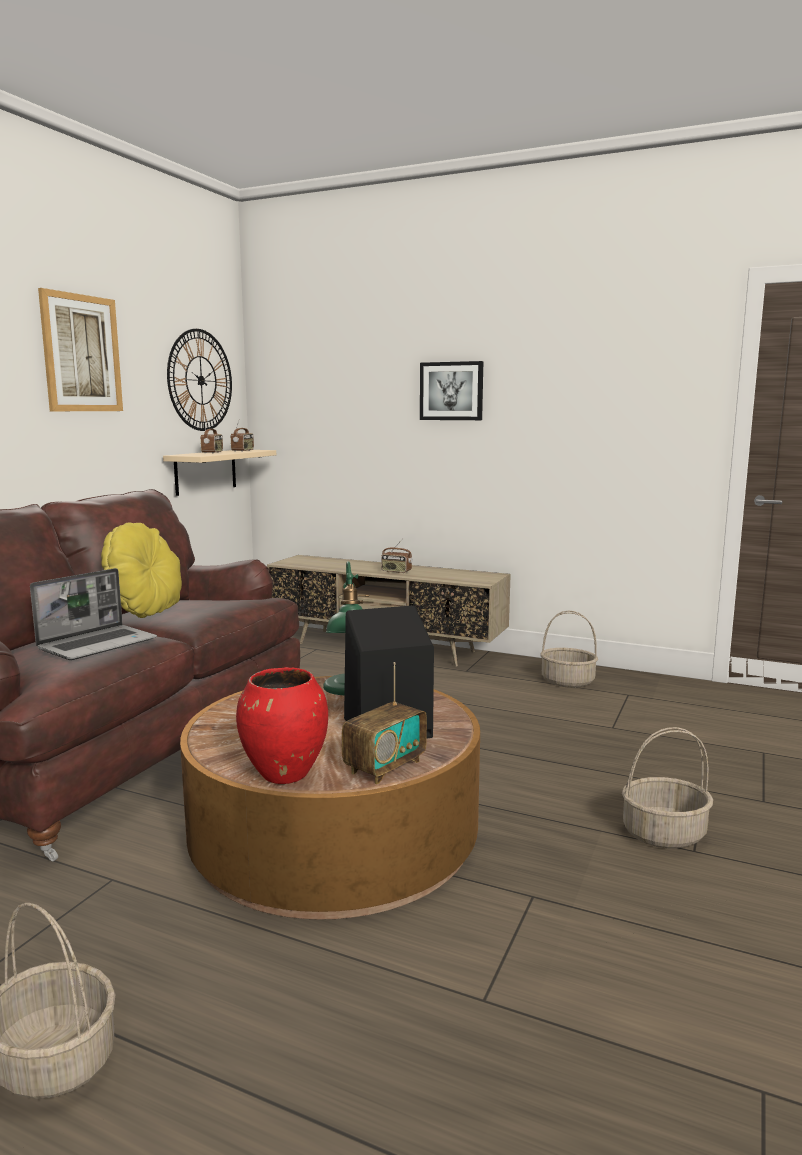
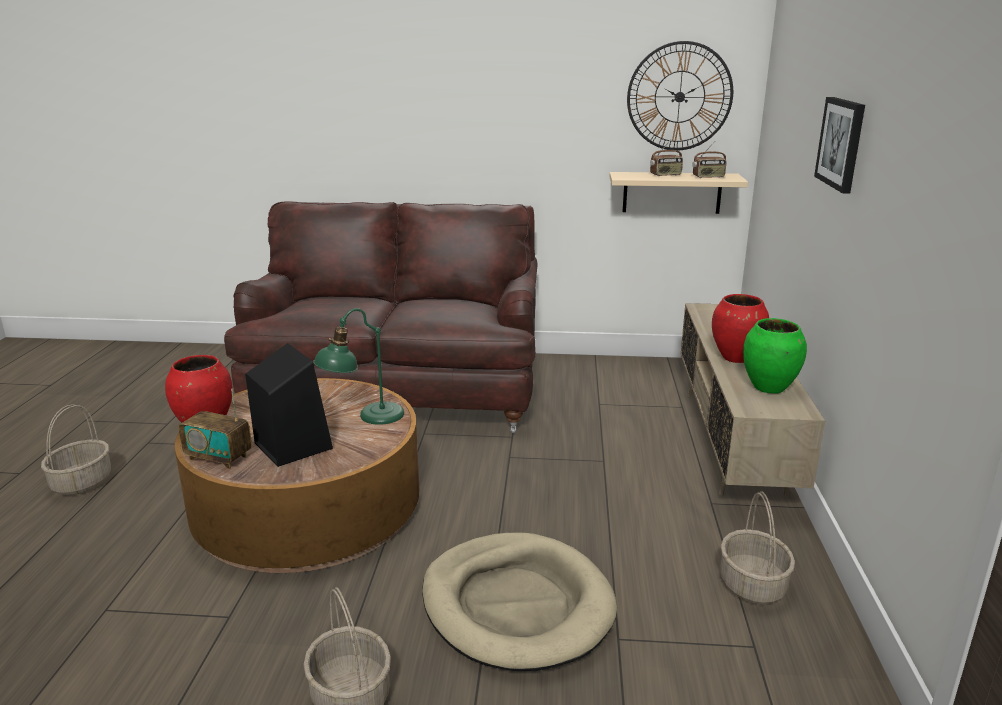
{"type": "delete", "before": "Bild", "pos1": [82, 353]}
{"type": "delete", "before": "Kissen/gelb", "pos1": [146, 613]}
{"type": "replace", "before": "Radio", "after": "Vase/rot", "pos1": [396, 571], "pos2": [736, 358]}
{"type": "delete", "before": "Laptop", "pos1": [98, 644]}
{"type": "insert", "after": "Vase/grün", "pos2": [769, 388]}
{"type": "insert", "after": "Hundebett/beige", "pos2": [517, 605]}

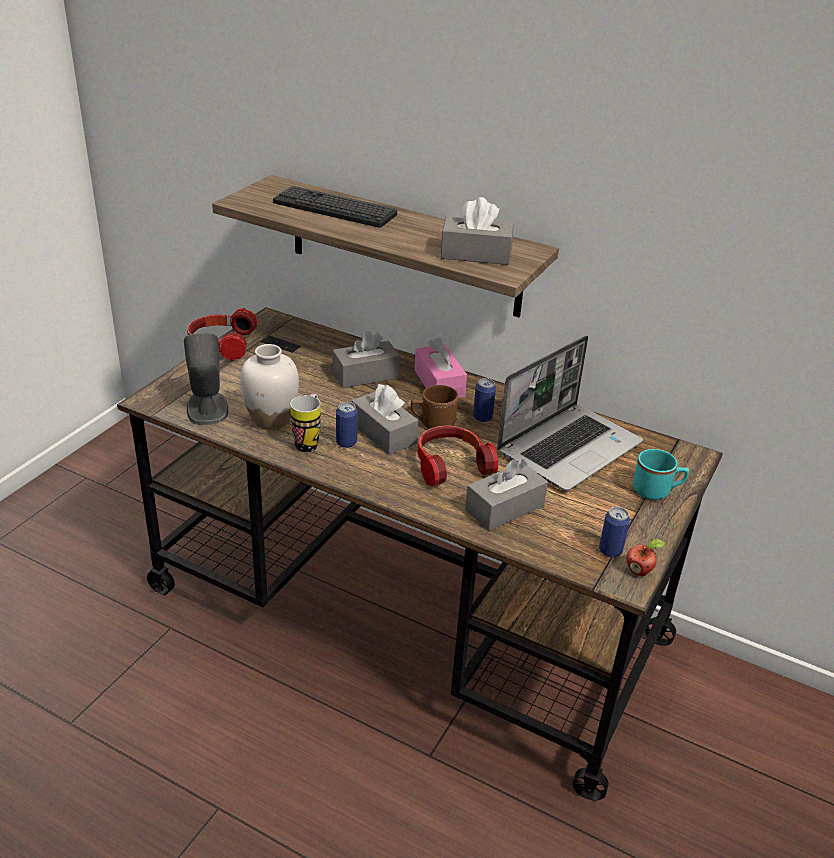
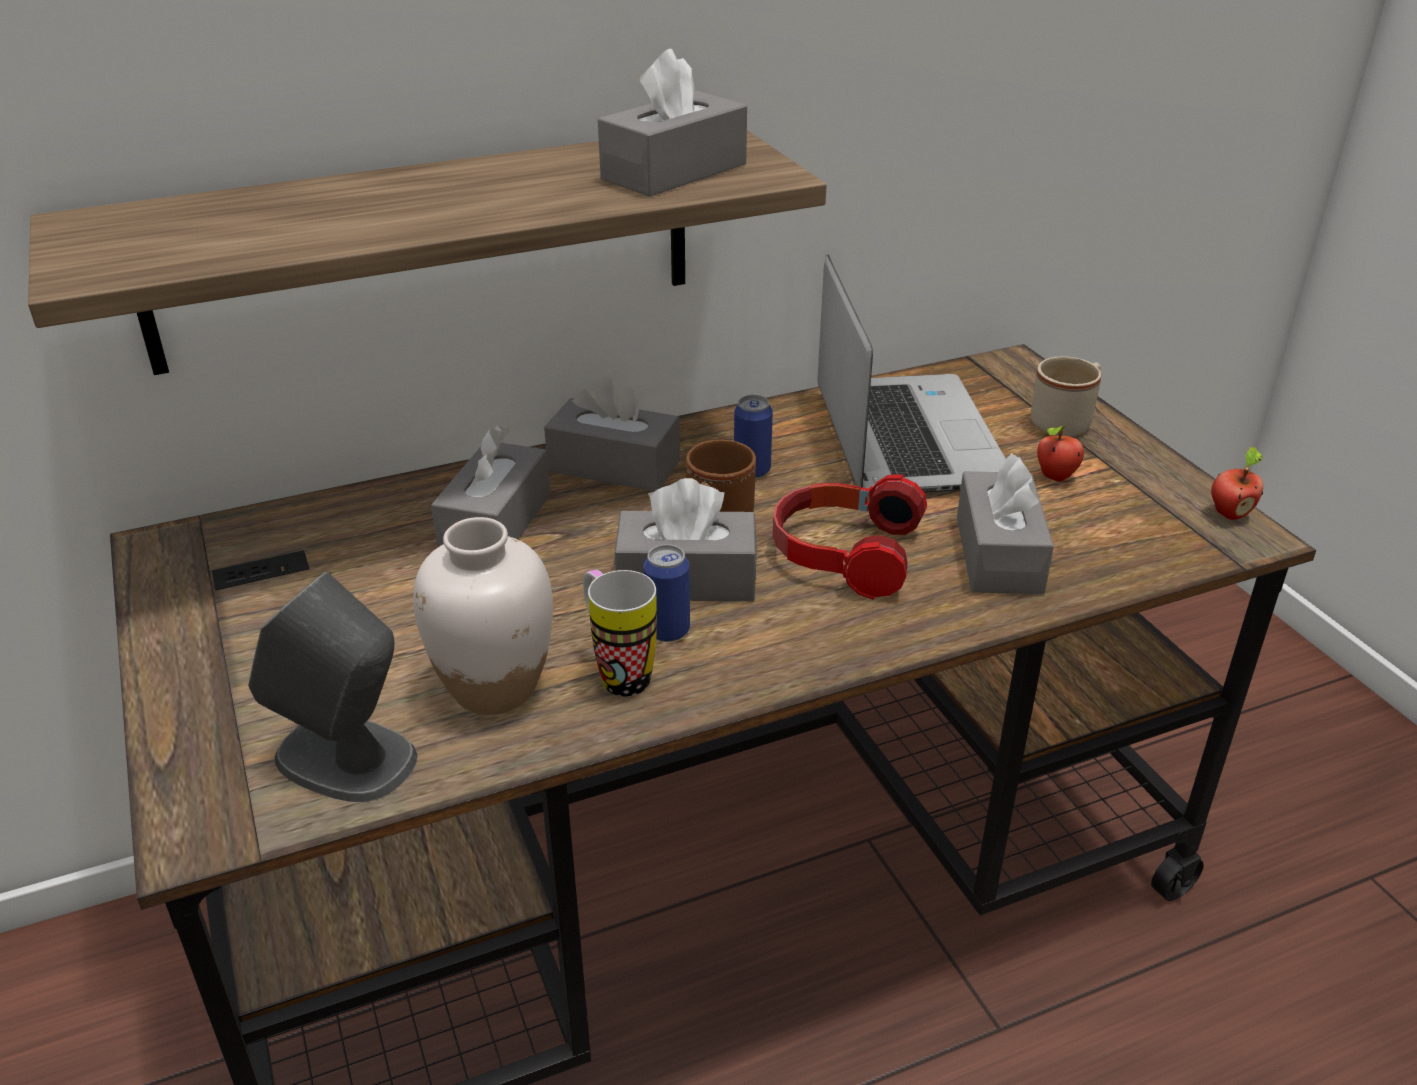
{"type": "delete", "before": "Tastatur", "pos1": [334, 208]}
{"type": "delete", "before": "Kopfhörer", "pos1": [221, 344]}
{"type": "recolor", "before": "Taschentuchbox/rosa", "after": "Taschentuchbox/grau", "pos1": [439, 383], "pos2": [614, 466]}
{"type": "recolor", "before": "Henkelbecher/türkis", "after": "Henkelbecher/beige", "pos1": [657, 491], "pos2": [1066, 421]}
{"type": "delete", "before": "Dose", "pos1": [610, 551]}
{"type": "insert", "after": "Apfel", "pos2": [1055, 478]}

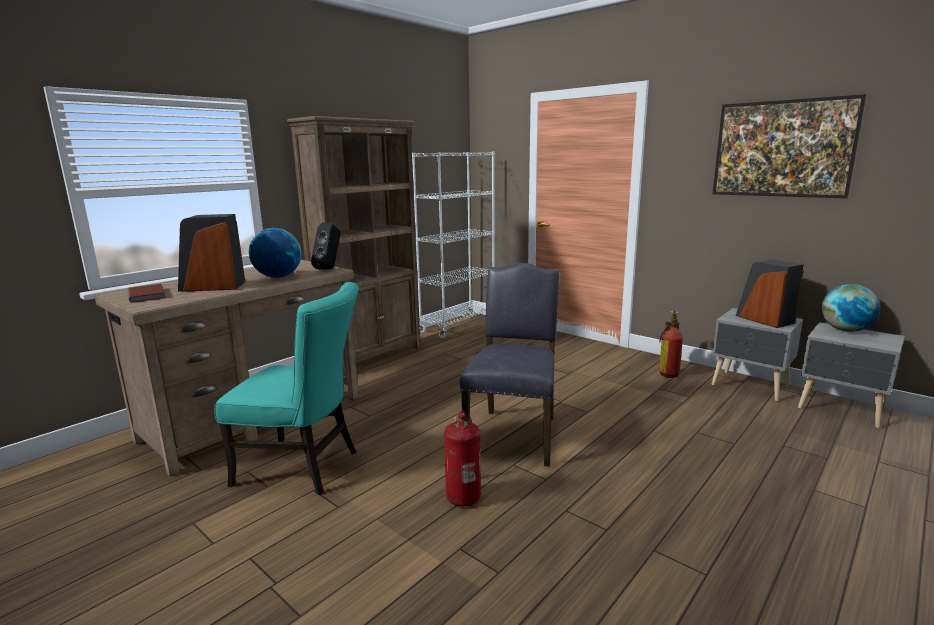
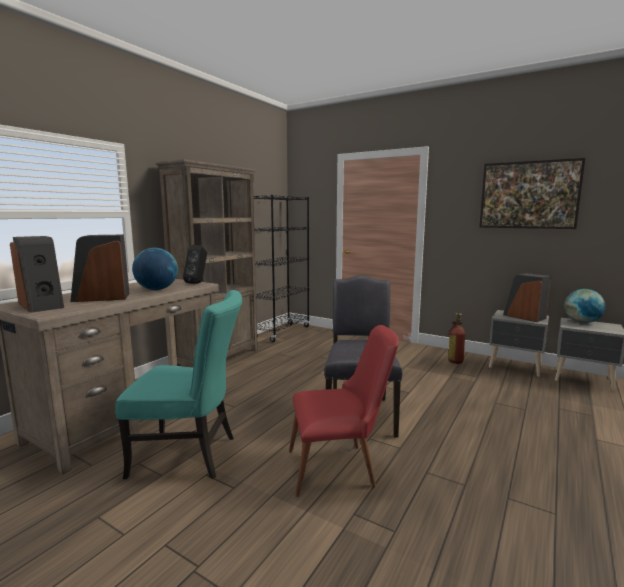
{"type": "recolor", "before": "Bücherregal/weiß", "after": "Bücherregal/schwarz", "pos1": [458, 326], "pos2": [282, 332]}
{"type": "replace", "before": "Buch/braun", "after": "Lautsprecher", "pos1": [148, 295], "pos2": [42, 305]}
{"type": "replace", "before": "Feuerlöscher", "after": "Stuhl/rot", "pos1": [464, 497], "pos2": [340, 468]}

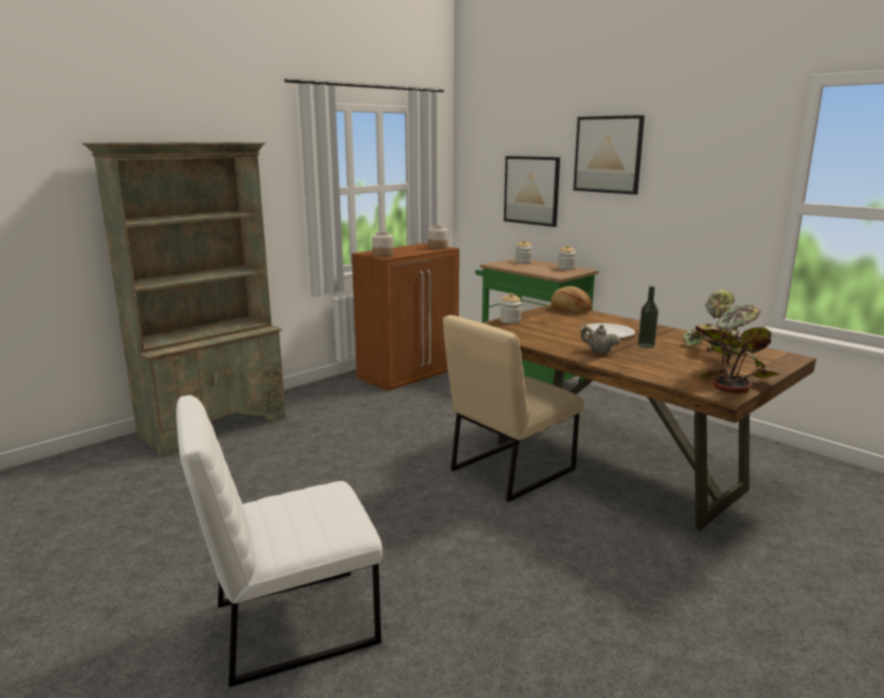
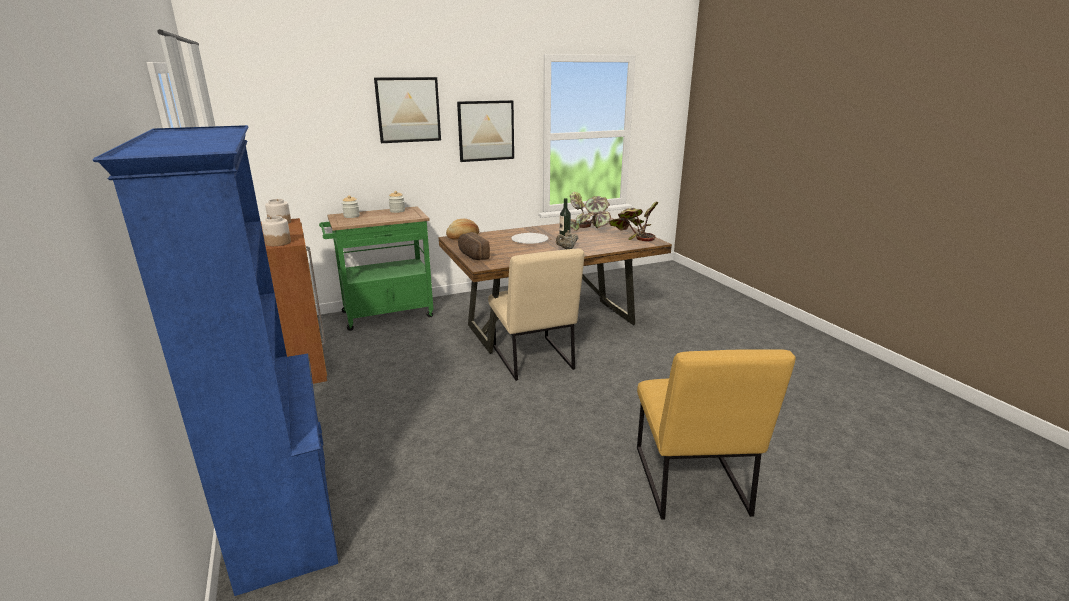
{"type": "recolor", "before": "Bücherregal/grün", "after": "Bücherregal/blau", "pos1": [213, 426], "pos2": [284, 513]}
{"type": "move", "before": "Bild", "pos1": [531, 190], "pos2": [486, 131]}
{"type": "replace", "before": "Vorratsglas", "after": "Brot", "pos1": [510, 321], "pos2": [472, 255]}
{"type": "recolor", "before": "Stuhl/weiß", "after": "Stuhl/gelb", "pos1": [290, 624], "pos2": [690, 482]}

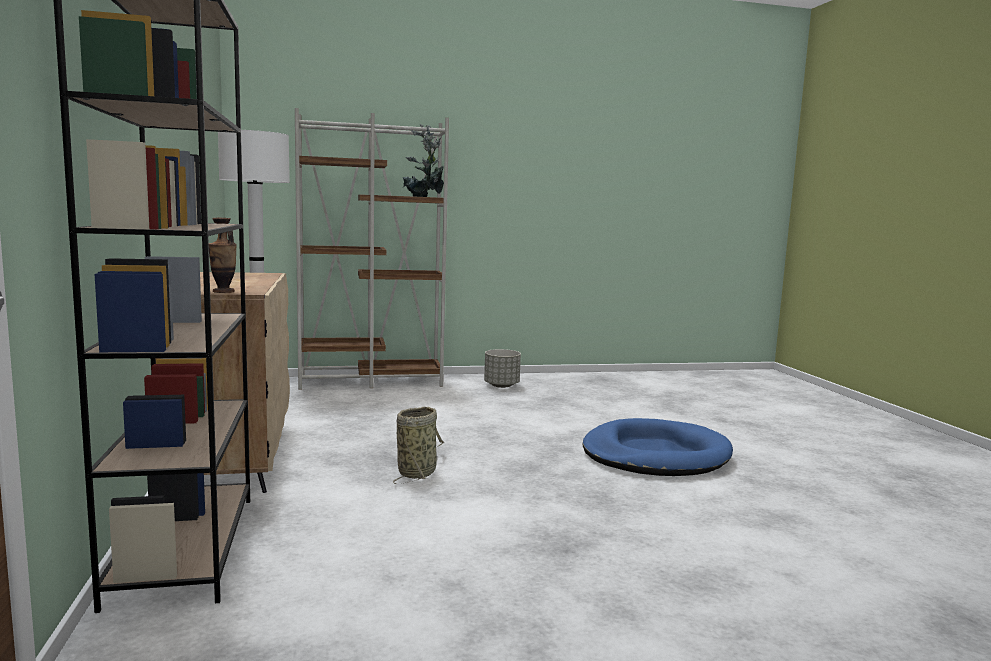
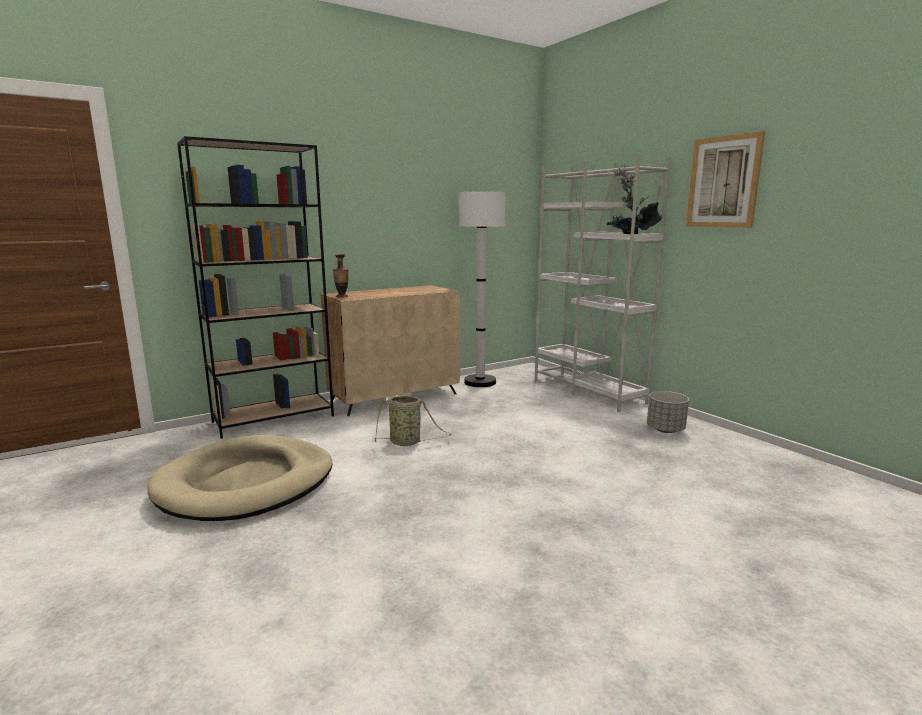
{"type": "recolor", "before": "Bücherregal/braun", "after": "Bücherregal/weiß", "pos1": [371, 382], "pos2": [588, 391]}
{"type": "delete", "before": "Hundebett/blau", "pos1": [655, 455]}
{"type": "insert", "after": "Bild", "pos2": [723, 182]}
{"type": "insert", "after": "Hundebett/beige", "pos2": [247, 483]}

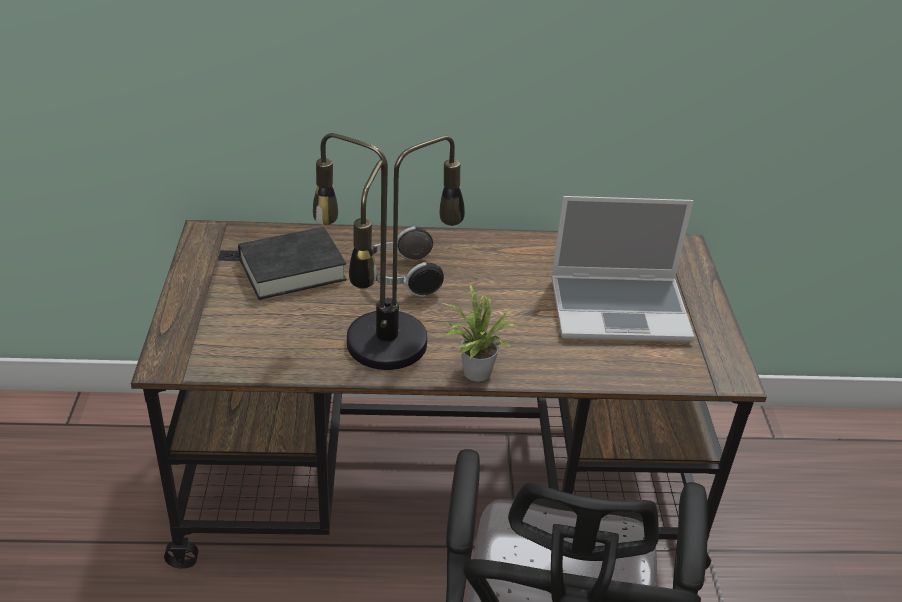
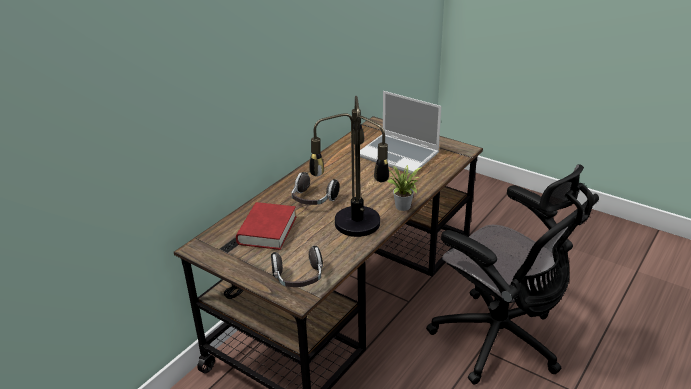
{"type": "rotate", "before": "Laptop", "pos1": [620, 309], "pos2": [399, 155], "turn": 90}
{"type": "recolor", "before": "Buch/schwarz", "after": "Buch/rot", "pos1": [292, 269], "pos2": [267, 230]}
{"type": "insert", "after": "Kopfhörer", "pos2": [299, 279]}

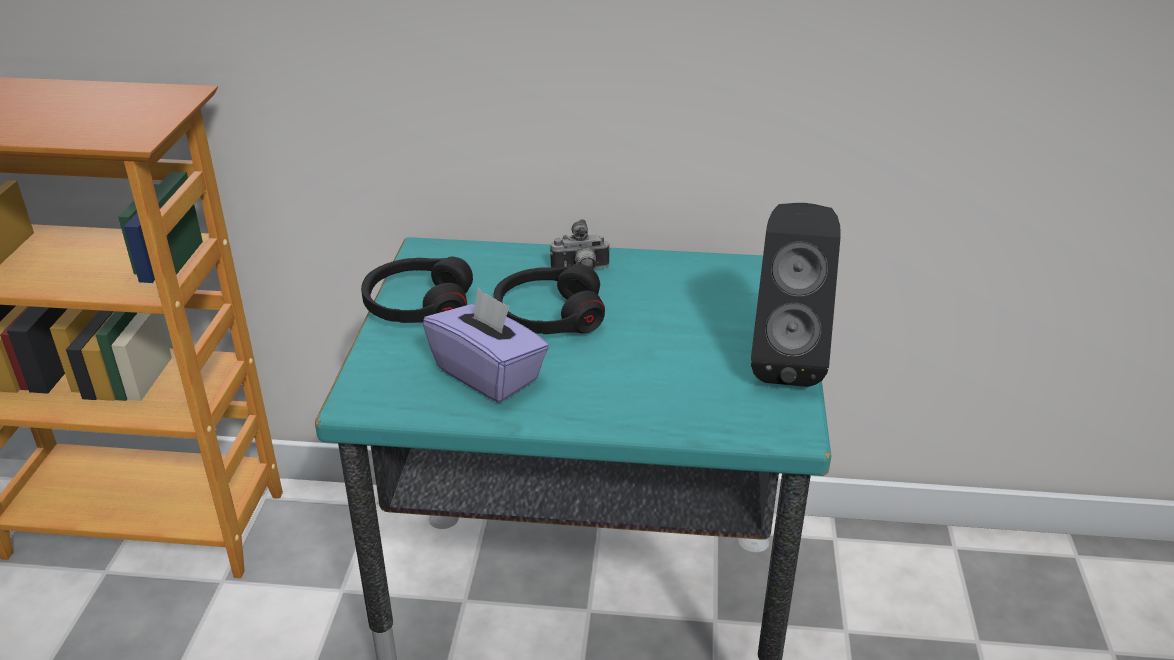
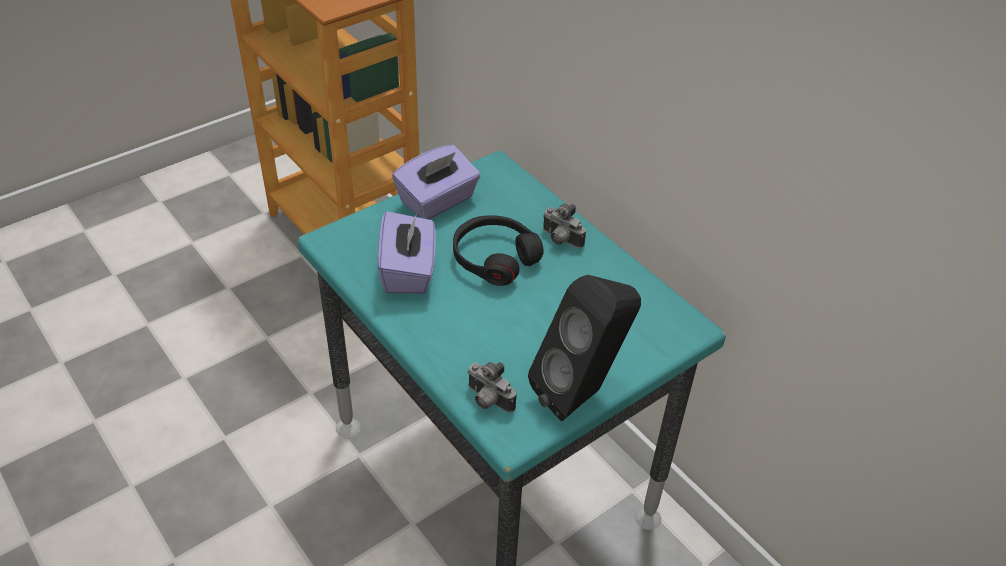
{"type": "replace", "before": "Kopfhörer/schwarz", "after": "Taschentuchbox/lila", "pos1": [418, 305], "pos2": [438, 201]}
{"type": "insert", "after": "Kamera", "pos2": [487, 401]}

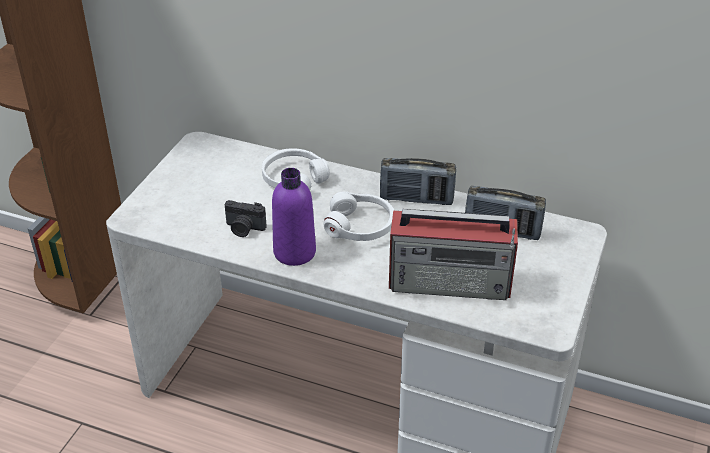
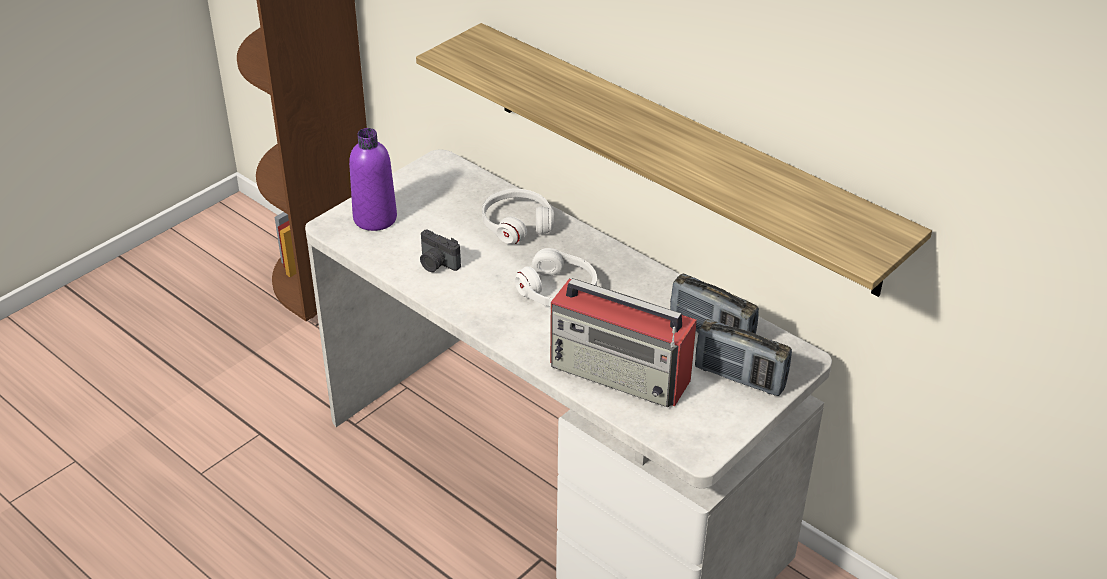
{"type": "move", "before": "Radio", "pos1": [416, 199], "pos2": [739, 377]}
{"type": "move", "before": "Flasche/lila", "pos1": [294, 252], "pos2": [375, 218]}
{"type": "insert", "after": "Wandregal", "pos2": [680, 155]}

